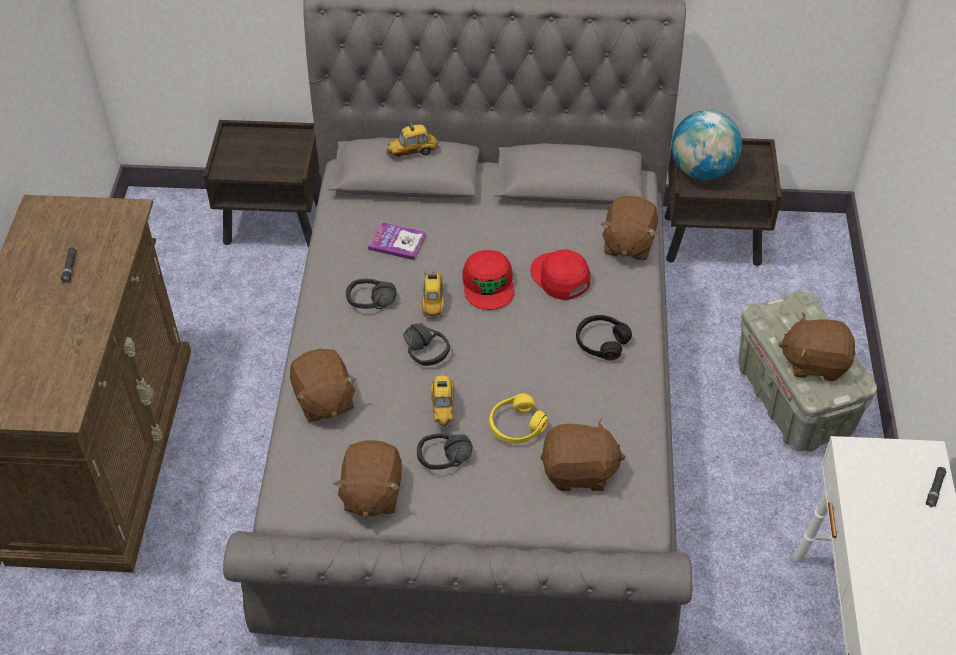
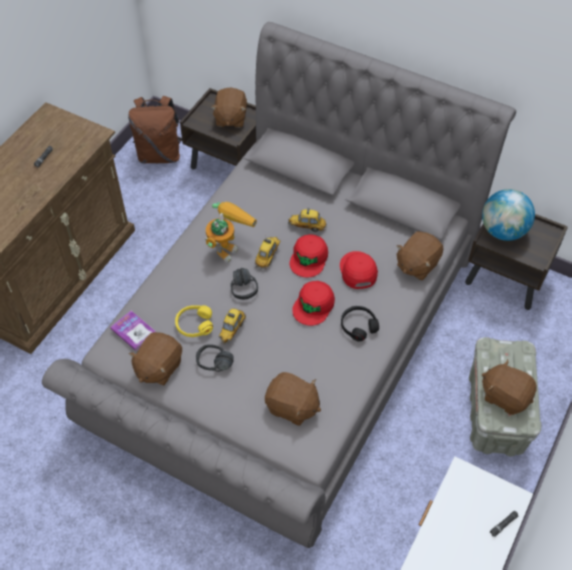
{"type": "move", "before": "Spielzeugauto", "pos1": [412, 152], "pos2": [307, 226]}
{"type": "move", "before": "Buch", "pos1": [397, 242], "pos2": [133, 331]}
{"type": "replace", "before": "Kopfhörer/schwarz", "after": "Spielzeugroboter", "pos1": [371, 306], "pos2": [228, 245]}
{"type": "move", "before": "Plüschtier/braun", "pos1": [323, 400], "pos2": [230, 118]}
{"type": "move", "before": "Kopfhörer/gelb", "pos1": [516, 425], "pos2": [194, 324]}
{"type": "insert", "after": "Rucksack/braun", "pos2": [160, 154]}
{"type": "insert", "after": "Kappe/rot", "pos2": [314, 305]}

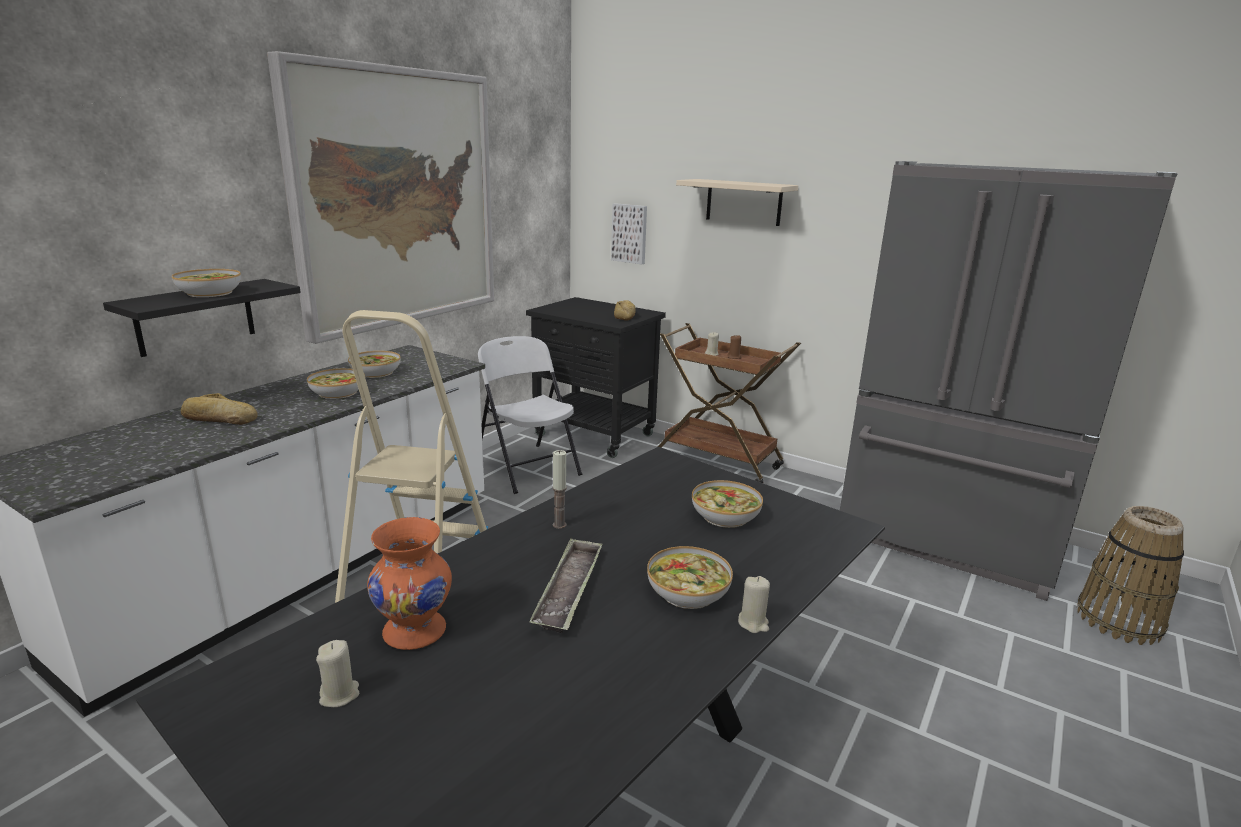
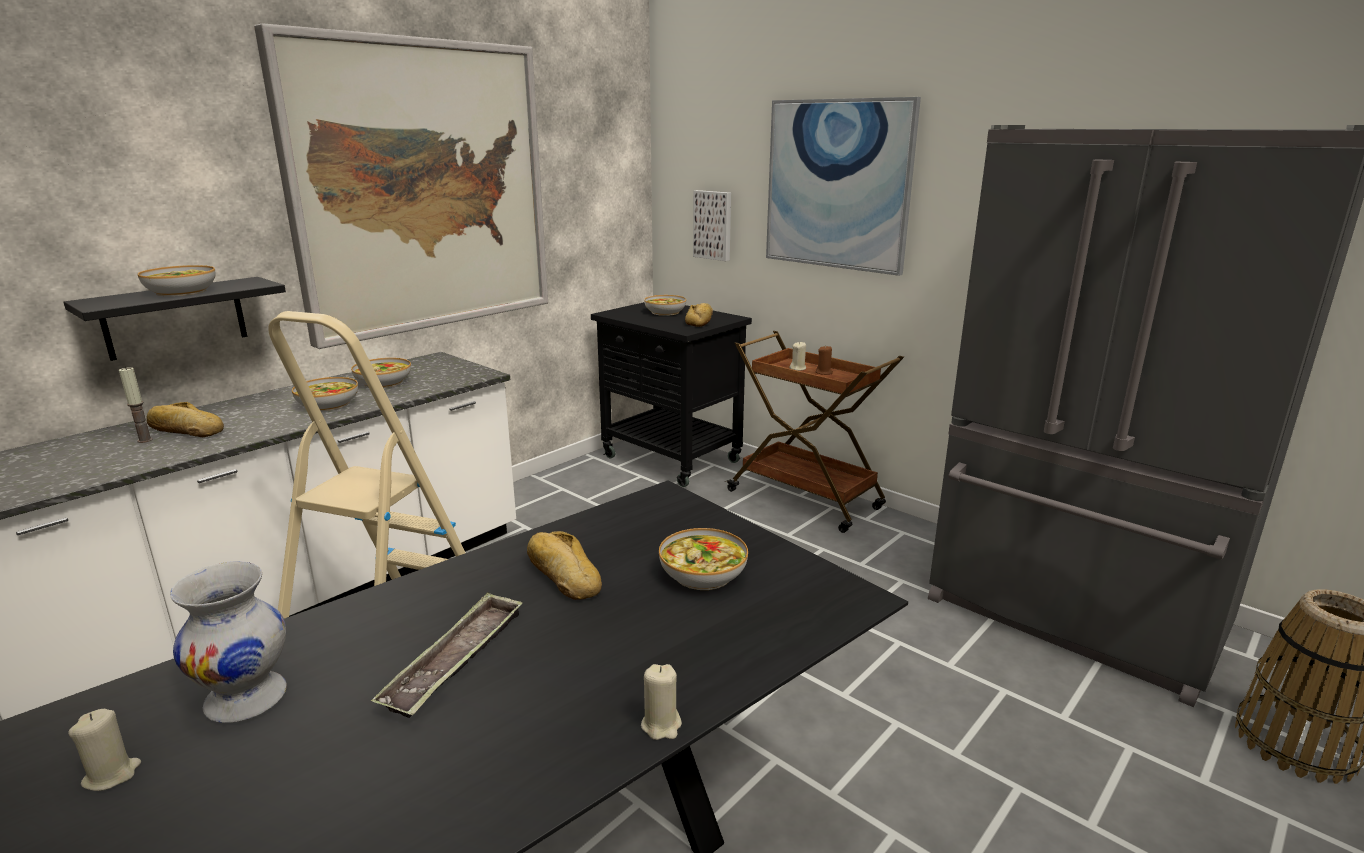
{"type": "replace", "before": "Wandregal/beige", "after": "Bild", "pos1": [743, 202], "pos2": [837, 185]}
{"type": "delete", "before": "Stuhl/weiß", "pos1": [528, 468]}
{"type": "move", "before": "Kerze", "pos1": [559, 525], "pos2": [145, 440]}
{"type": "recolor", "before": "Vase/orange", "after": "Vase/weiß", "pos1": [415, 630], "pos2": [248, 698]}
{"type": "move", "before": "Schüssel", "pos1": [688, 591], "pos2": [665, 312]}
{"type": "insert", "after": "Brot", "pos2": [563, 575]}

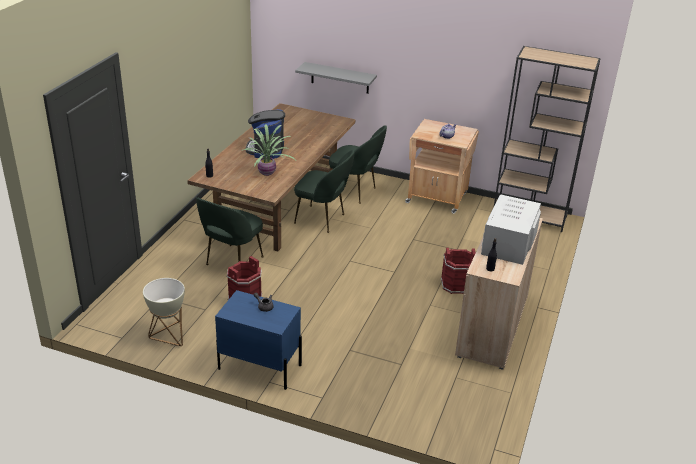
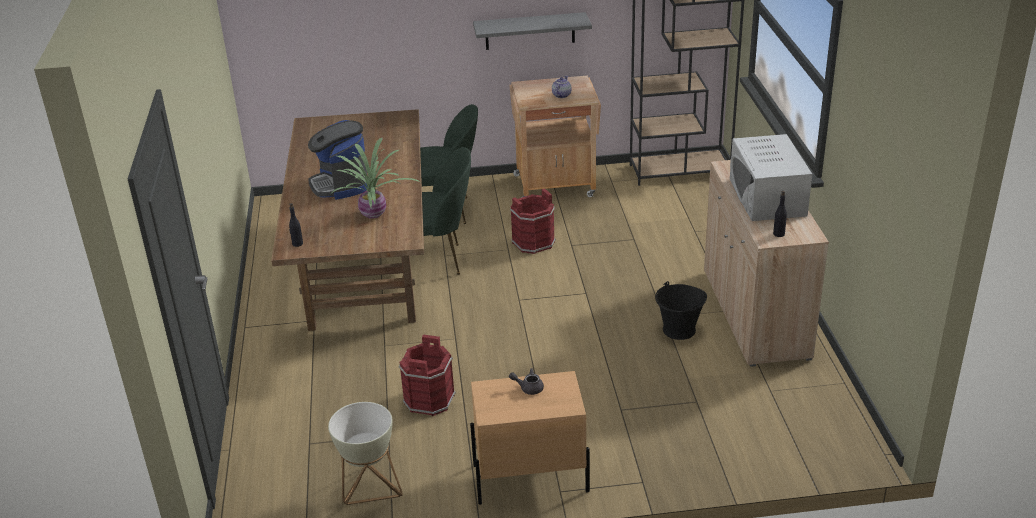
{"type": "move", "before": "Wandregal/grau", "pos1": [340, 78], "pos2": [530, 31]}
{"type": "delete", "before": "Stuhl/grün", "pos1": [231, 263]}
{"type": "move", "before": "Eimer/rot", "pos1": [456, 285], "pos2": [533, 242]}
{"type": "recolor", "before": "Nachttisch/blau", "after": "Nachttisch/beige", "pos1": [259, 366], "pos2": [529, 478]}
{"type": "insert", "after": "Eimer/schwarz", "pos2": [679, 330]}

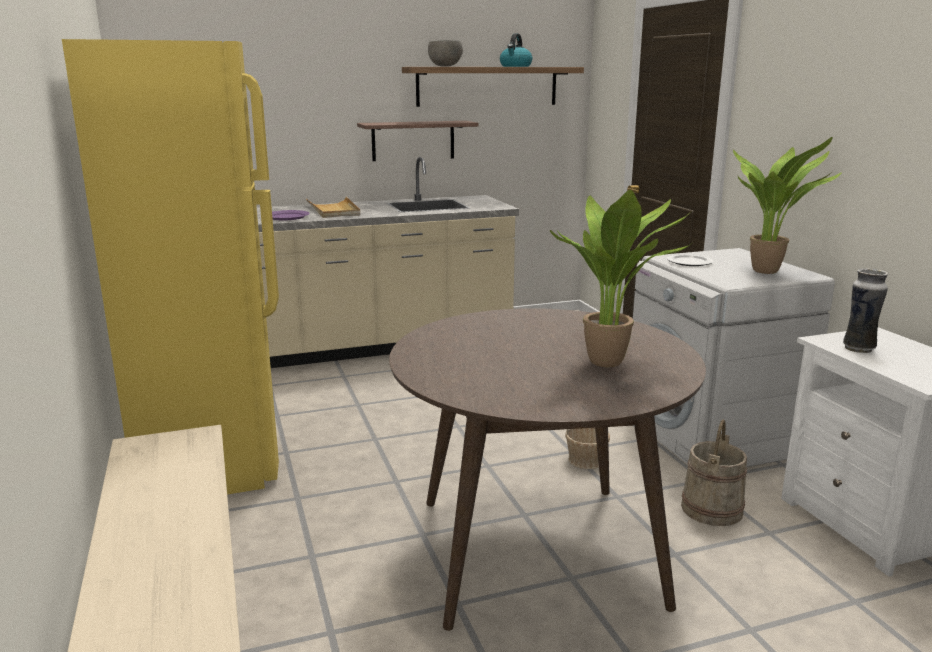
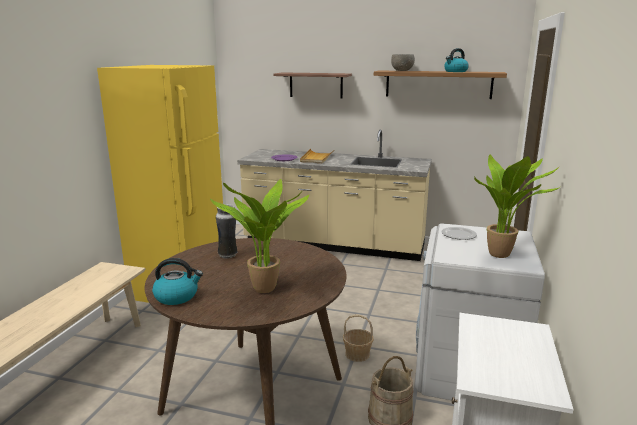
{"type": "move", "before": "Wandregal", "pos1": [413, 140], "pos2": [316, 85]}
{"type": "move", "before": "Vase", "pos1": [859, 349], "pos2": [228, 255]}
{"type": "insert", "after": "Wasserkessel", "pos2": [177, 296]}

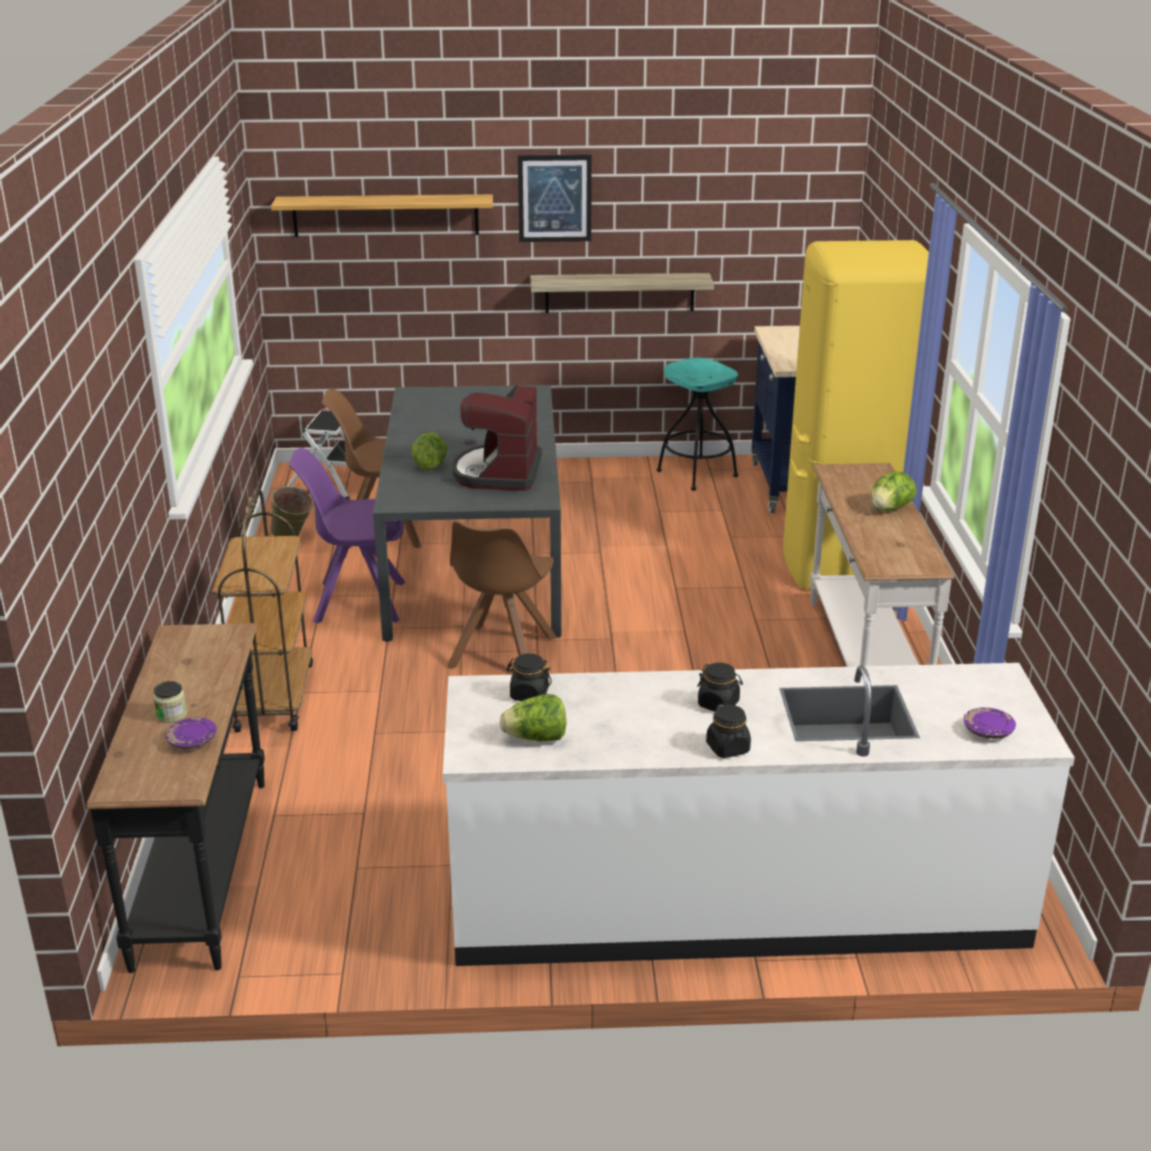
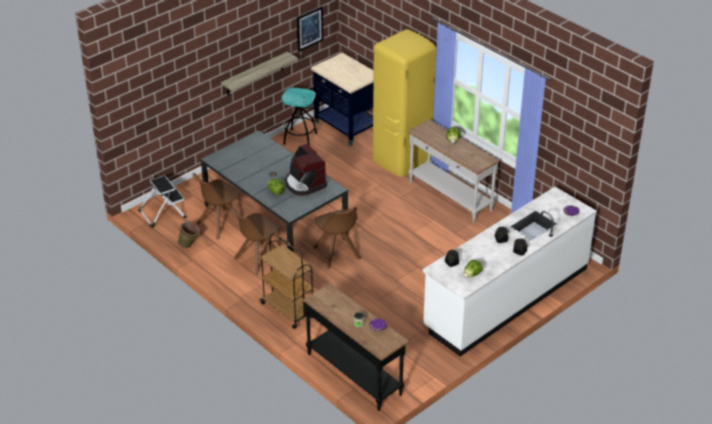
{"type": "move", "before": "Bild", "pos1": [554, 198], "pos2": [309, 28]}
{"type": "delete", "before": "Wandregal", "pos1": [385, 215]}
{"type": "recolor", "before": "Stuhl/lila", "after": "Stuhl/braun", "pos1": [357, 602], "pos2": [258, 259]}

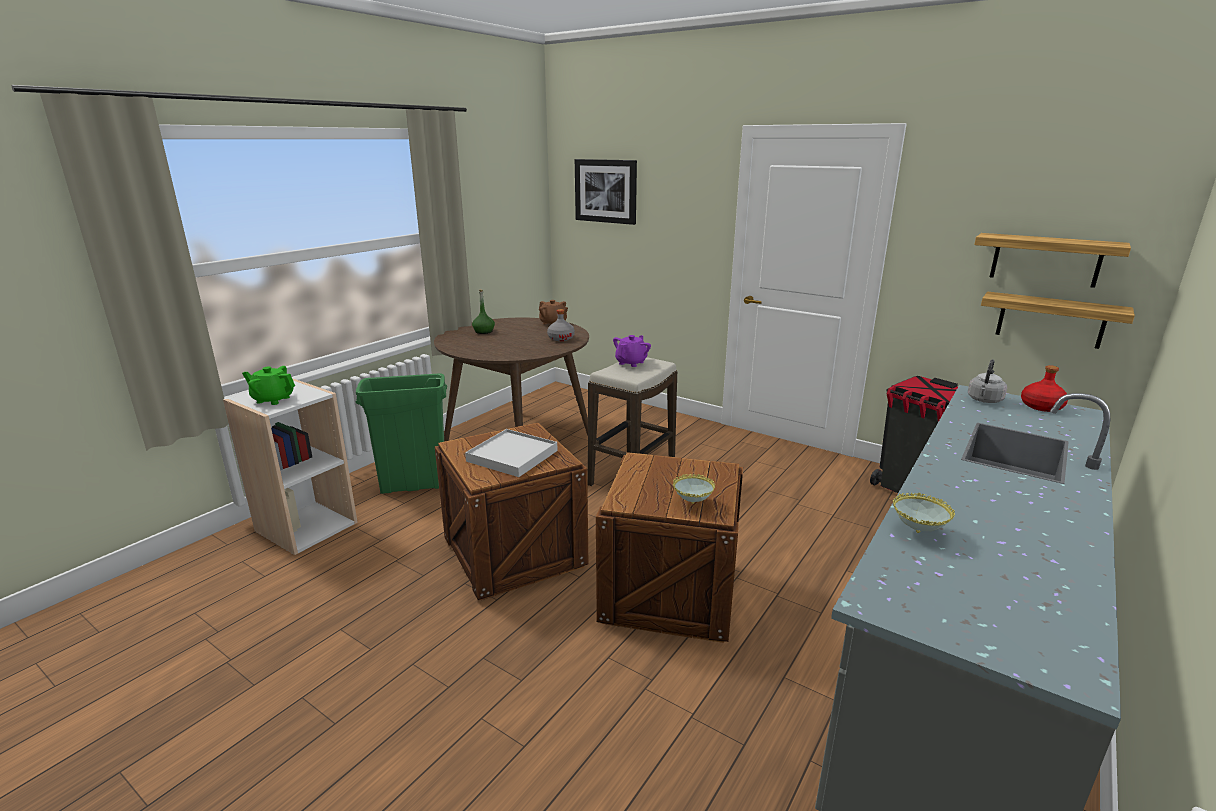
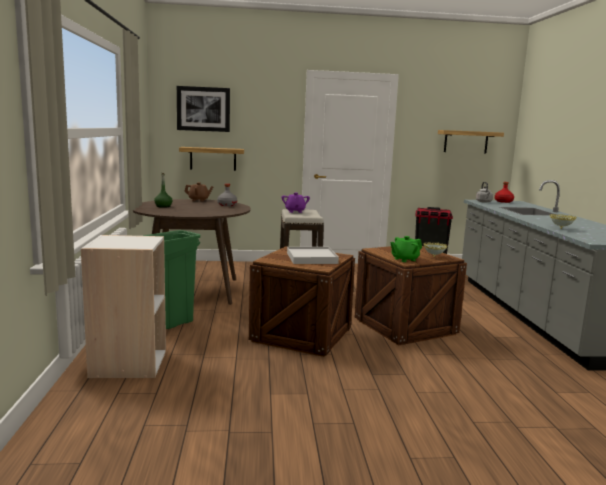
{"type": "move", "before": "Wandregal", "pos1": [1050, 320], "pos2": [213, 159]}
{"type": "move", "before": "Teekanne/grün", "pos1": [273, 399], "pos2": [404, 259]}

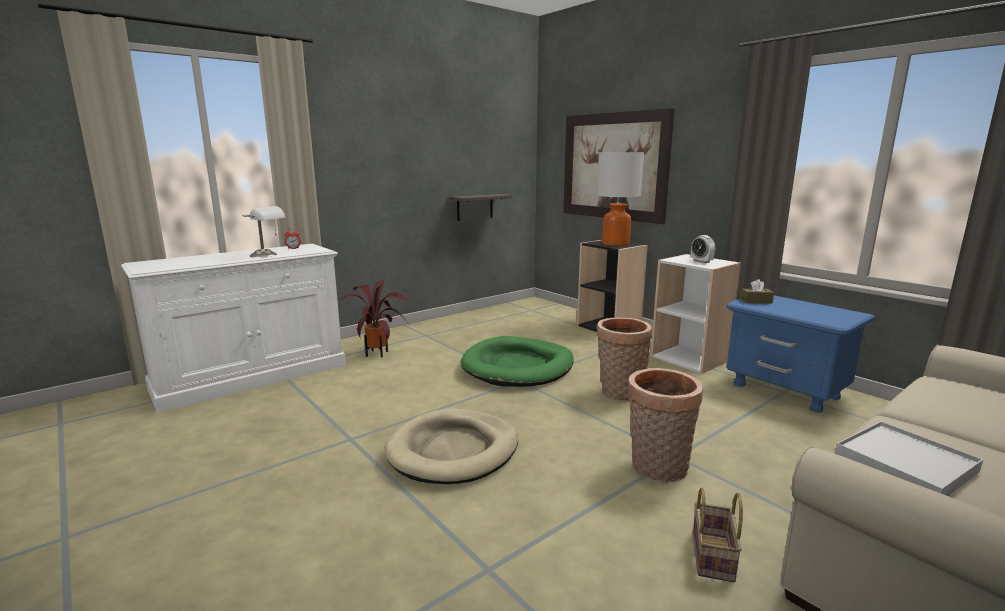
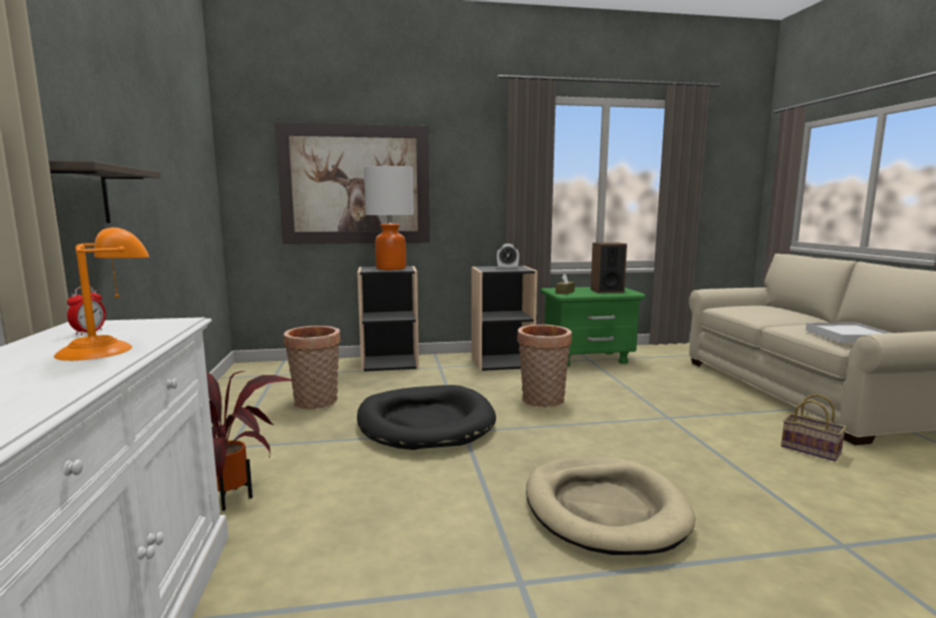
{"type": "move", "before": "Wandregal", "pos1": [475, 207], "pos2": [79, 195]}
{"type": "recolor", "before": "Tischlampe/weiß", "after": "Tischlampe/orange", "pos1": [268, 255], "pos2": [111, 349]}
{"type": "recolor", "before": "Bücherregal/weiß", "after": "Bücherregal/schwarz", "pos1": [690, 359], "pos2": [502, 362]}
{"type": "recolor", "before": "Nachttisch/blau", "after": "Nachttisch/grün", "pos1": [784, 392], "pos2": [589, 360]}
{"type": "recolor", "before": "Hundebett/grün", "after": "Hundebett/schwarz", "pos1": [518, 366], "pos2": [425, 422]}
{"type": "move", "before": "Korb", "pos1": [657, 469], "pos2": [316, 403]}
{"type": "insert", "after": "Lautsprecher", "pos2": [606, 291]}

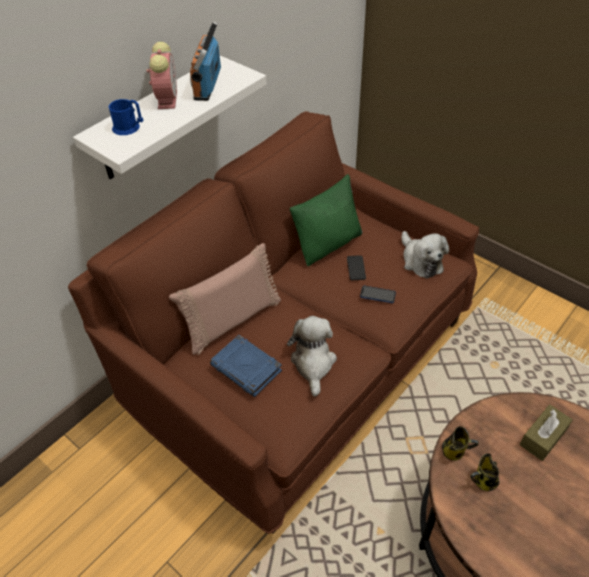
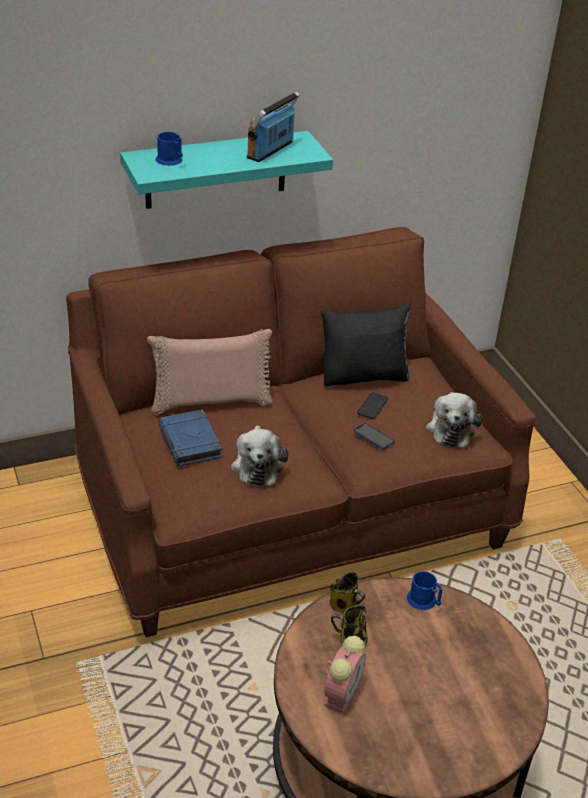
{"type": "move", "before": "Wecker", "pos1": [167, 99], "pos2": [342, 692]}
{"type": "recolor", "before": "Wandregal/weiß", "after": "Wandregal/türkis", "pos1": [157, 120], "pos2": [216, 170]}
{"type": "recolor", "before": "Kissen/grün", "after": "Kissen/schwarz", "pos1": [328, 244], "pos2": [364, 376]}
{"type": "rotate", "before": "Plüschtier", "pos1": [313, 363], "pos2": [257, 465], "turn": 150}
{"type": "delete", "before": "Taschentuchbox/braun", "pos1": [543, 437]}
{"type": "insert", "after": "Henkelbecher/blau", "pos2": [424, 601]}

